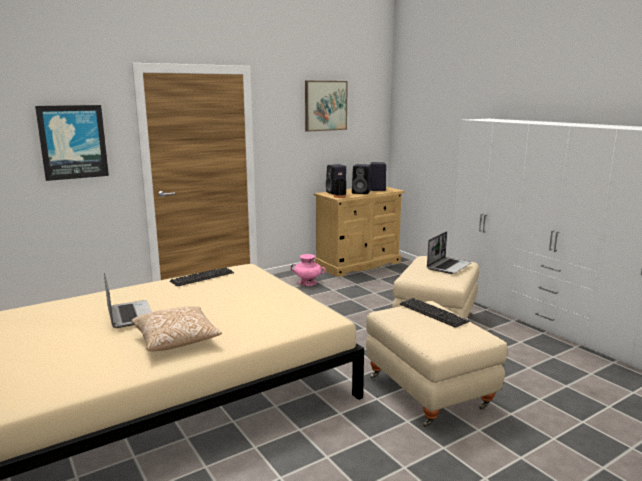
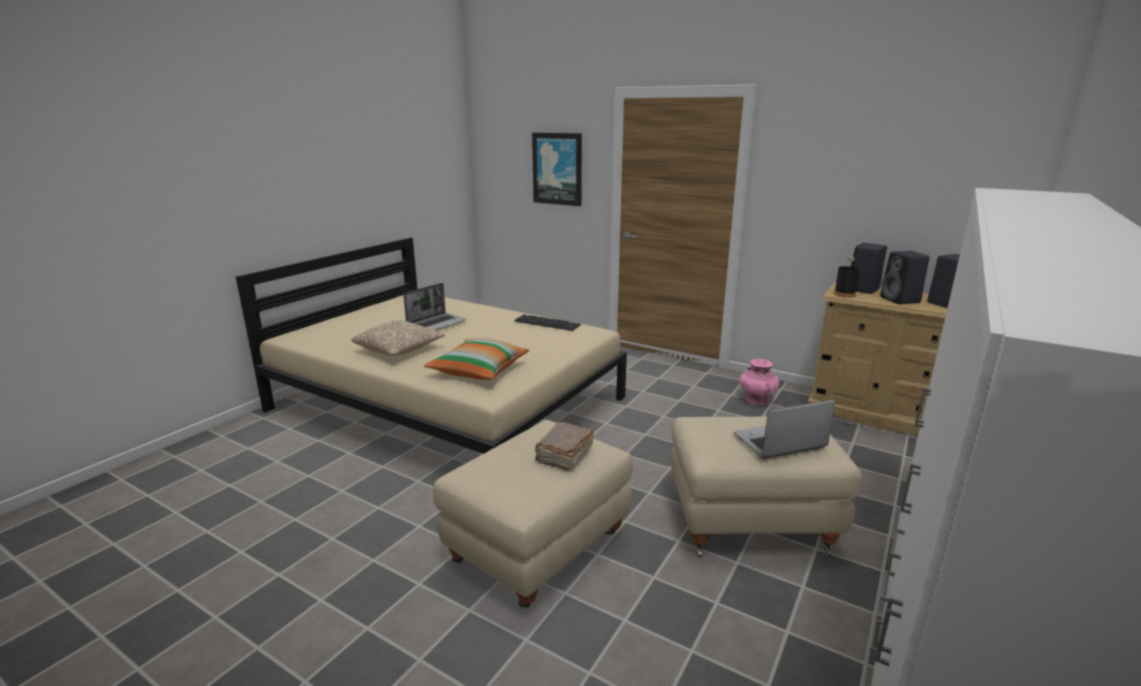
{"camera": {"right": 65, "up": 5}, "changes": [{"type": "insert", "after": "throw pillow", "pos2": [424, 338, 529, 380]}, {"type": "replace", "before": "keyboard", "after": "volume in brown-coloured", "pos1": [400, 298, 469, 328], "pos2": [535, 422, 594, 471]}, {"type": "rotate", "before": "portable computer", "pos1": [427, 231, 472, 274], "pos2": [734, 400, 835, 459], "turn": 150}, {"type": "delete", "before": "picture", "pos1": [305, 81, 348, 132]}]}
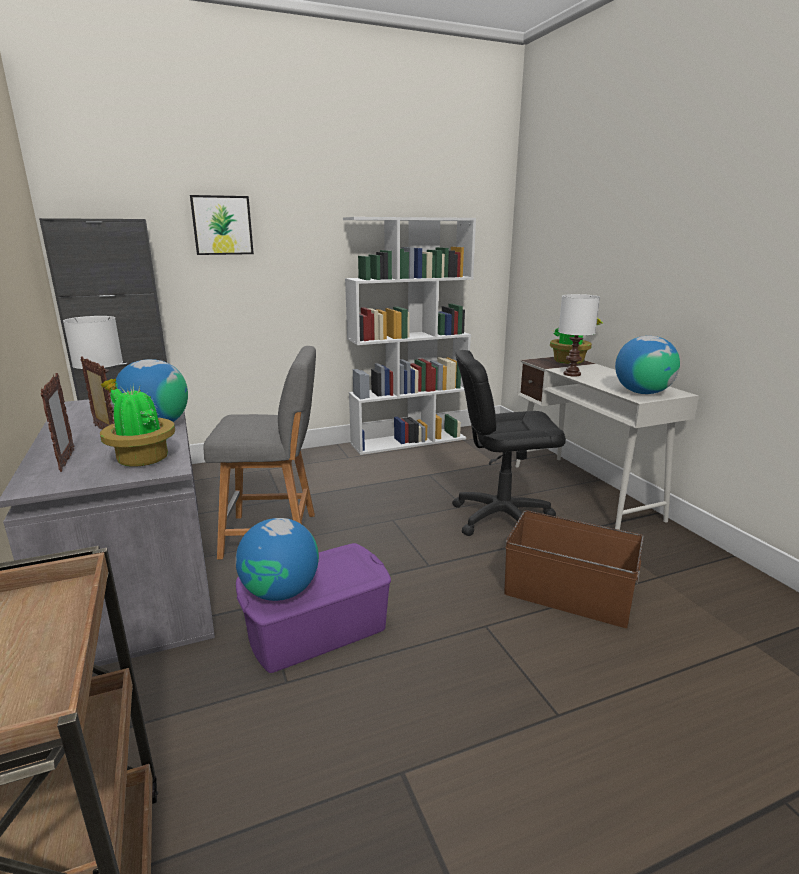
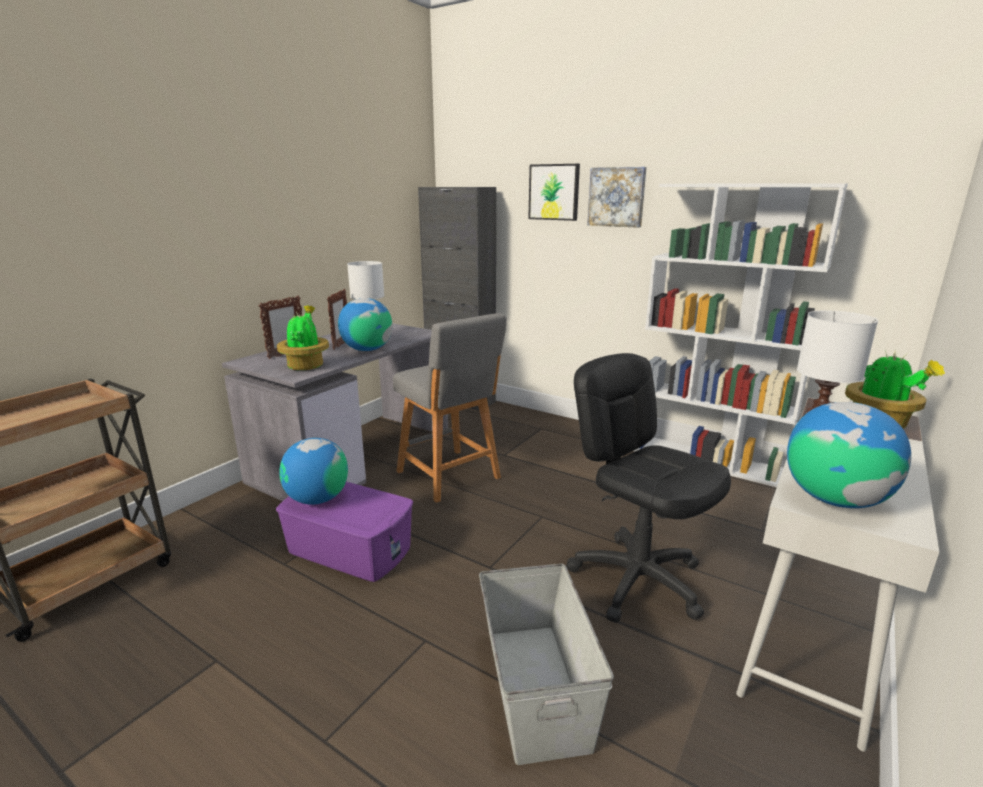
{"camera": {"right": 55, "up": 0}, "changes": [{"type": "recolor", "before": "storage container in brown-coloured", "after": "storage container in greyish", "pos1": [504, 510, 644, 628], "pos2": [479, 563, 614, 765]}, {"type": "insert", "after": "picture", "pos2": [587, 167, 647, 228]}]}
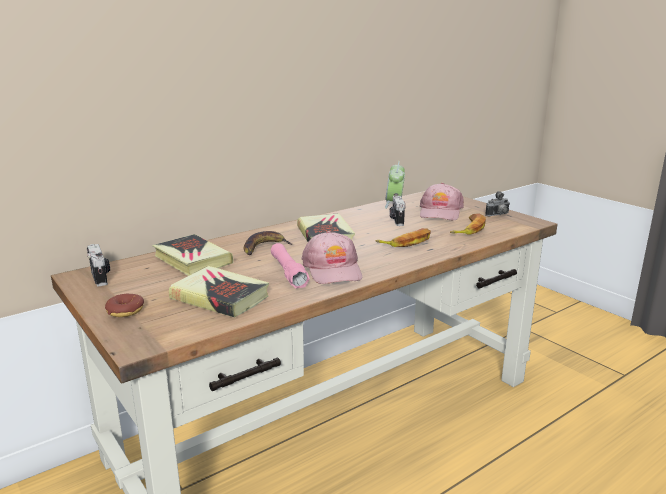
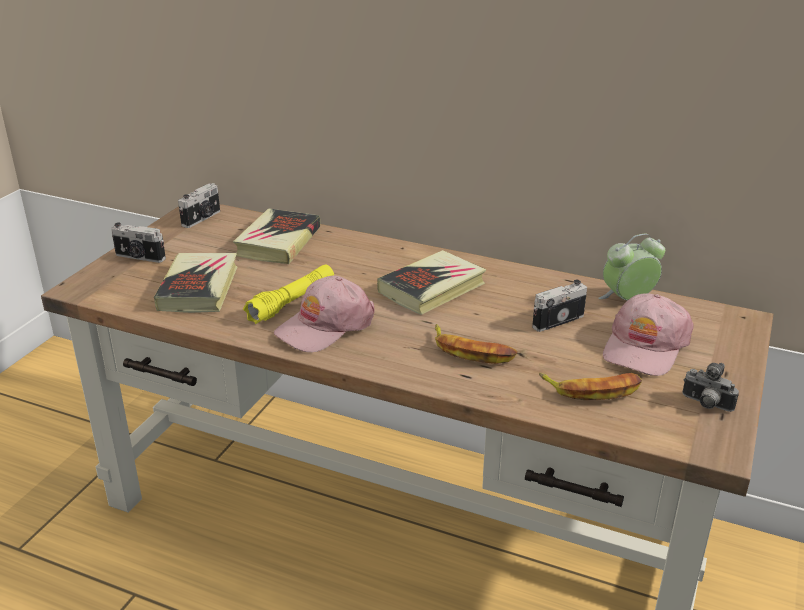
{"camera": {"right": 60, "up": 10}, "changes": [{"type": "replace", "before": "donut", "after": "photo camera", "pos1": [105, 294, 144, 317], "pos2": [111, 222, 166, 263]}, {"type": "recolor", "before": "torch in pink-coloured", "after": "torch in yellow", "pos1": [271, 243, 310, 289], "pos2": [243, 265, 334, 324]}, {"type": "rotate", "before": "baseball cap in pink-coloured", "pos1": [420, 183, 464, 220], "pos2": [603, 293, 694, 376], "turn": -45}, {"type": "delete", "before": "banana", "pos1": [244, 231, 292, 255]}]}
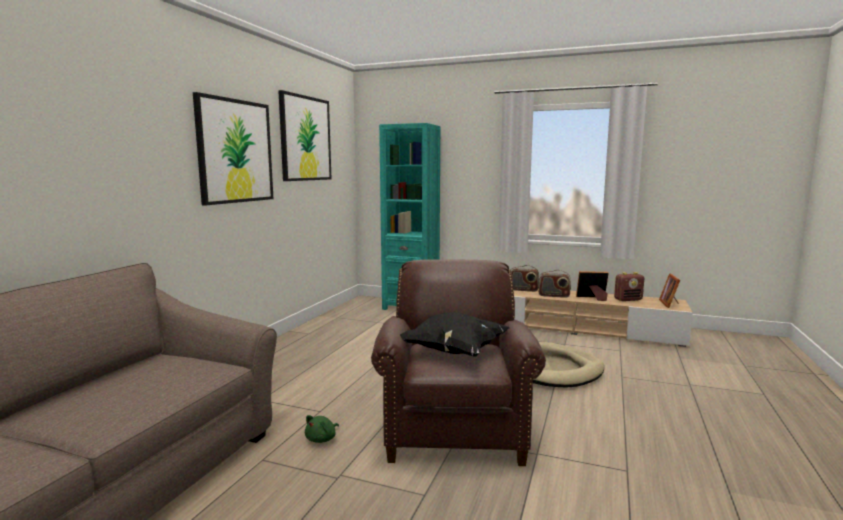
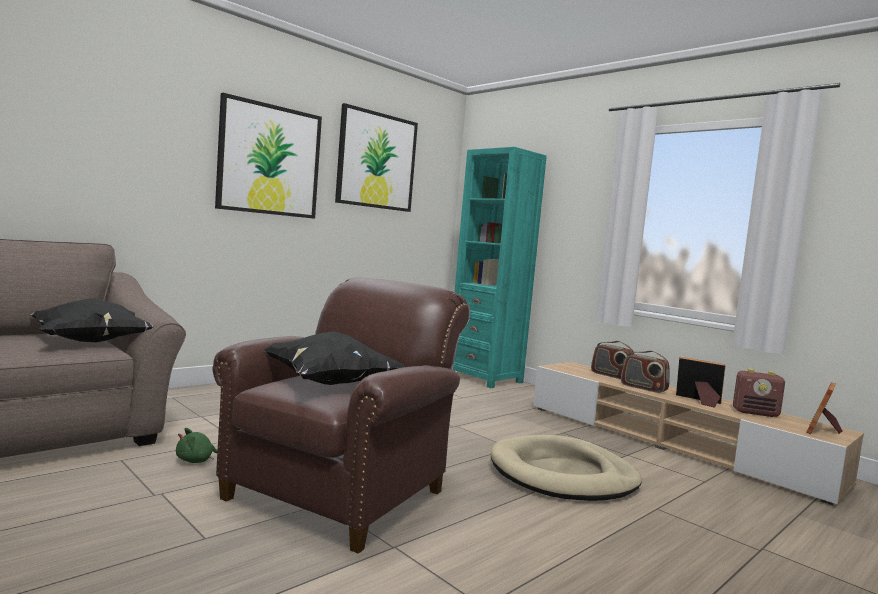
{"camera": {"right": 25, "up": -5}, "changes": [{"type": "insert", "after": "throw pillow in blackish", "pos2": [31, 298, 153, 342]}]}
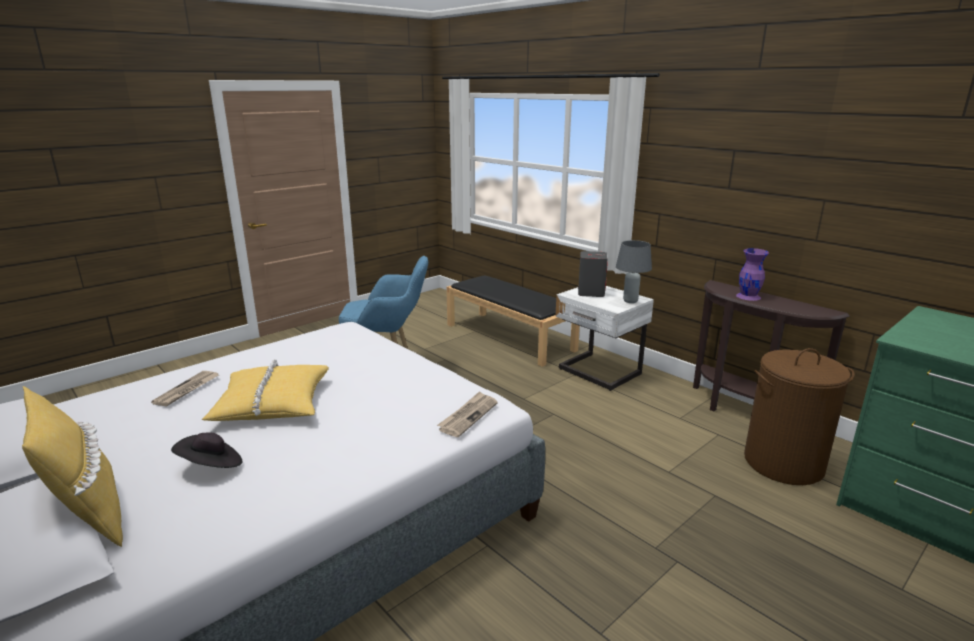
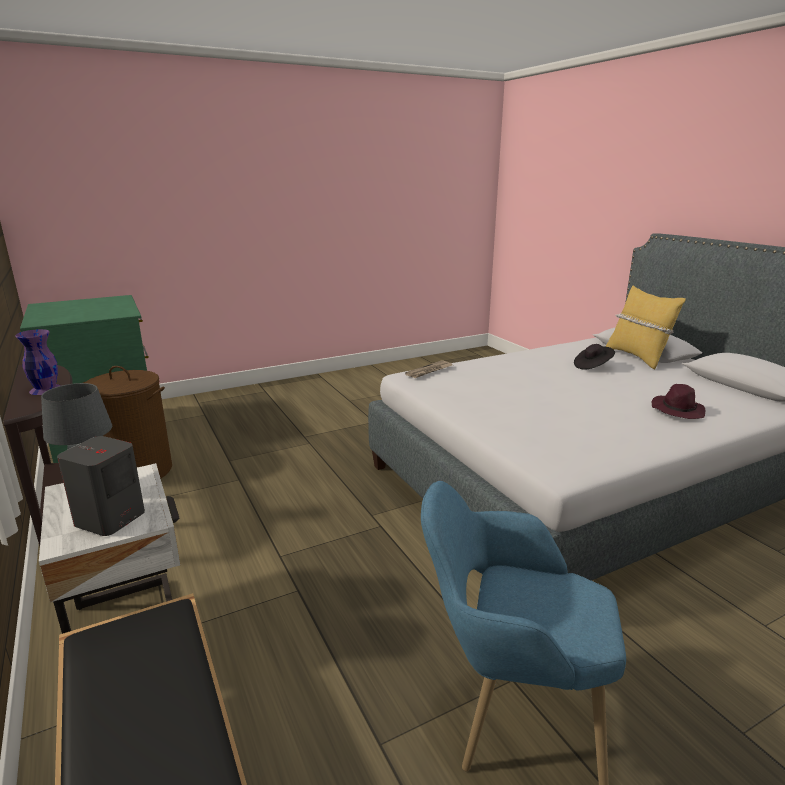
{"camera": {"right": -165, "up": 0}, "changes": [{"type": "replace", "before": "daily paper", "after": "clothing hat in purple-coloured", "pos1": [151, 371, 219, 407], "pos2": [652, 384, 705, 419]}, {"type": "delete", "before": "throw pillow in yellow", "pos1": [202, 359, 329, 421]}]}
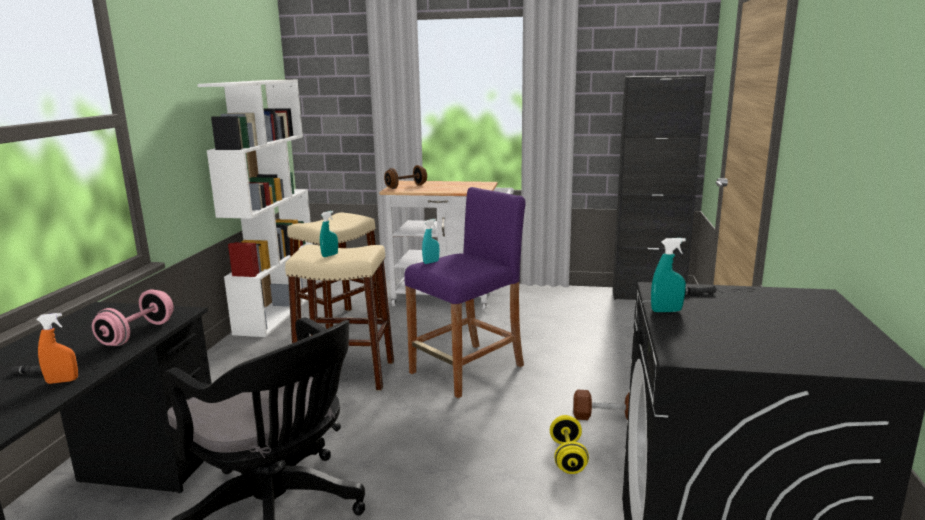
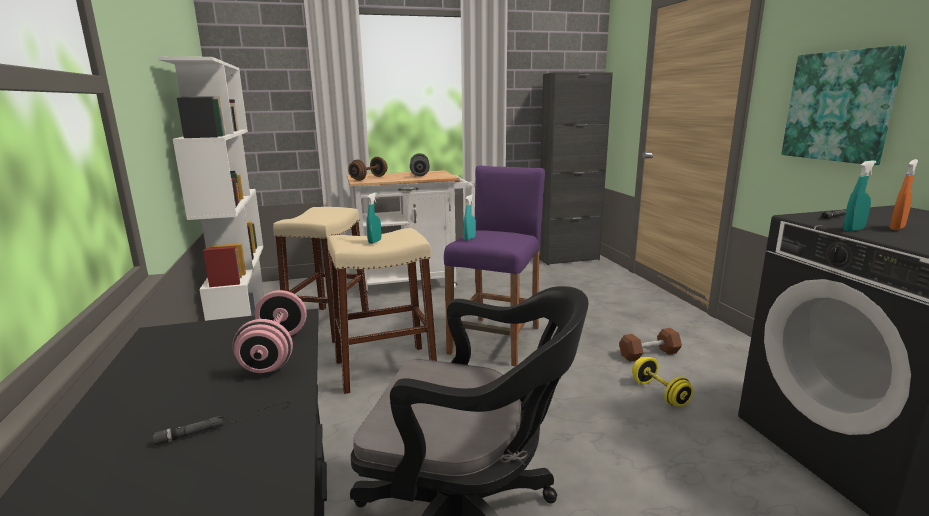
{"camera": {"right": -25, "up": 0}, "changes": [{"type": "insert", "after": "hand weight in greyish", "pos2": [410, 153, 430, 176]}, {"type": "insert", "after": "picture", "pos2": [781, 45, 906, 165]}, {"type": "move", "before": "spray bottle in orangey", "pos1": [36, 313, 78, 384], "pos2": [890, 159, 918, 230]}]}
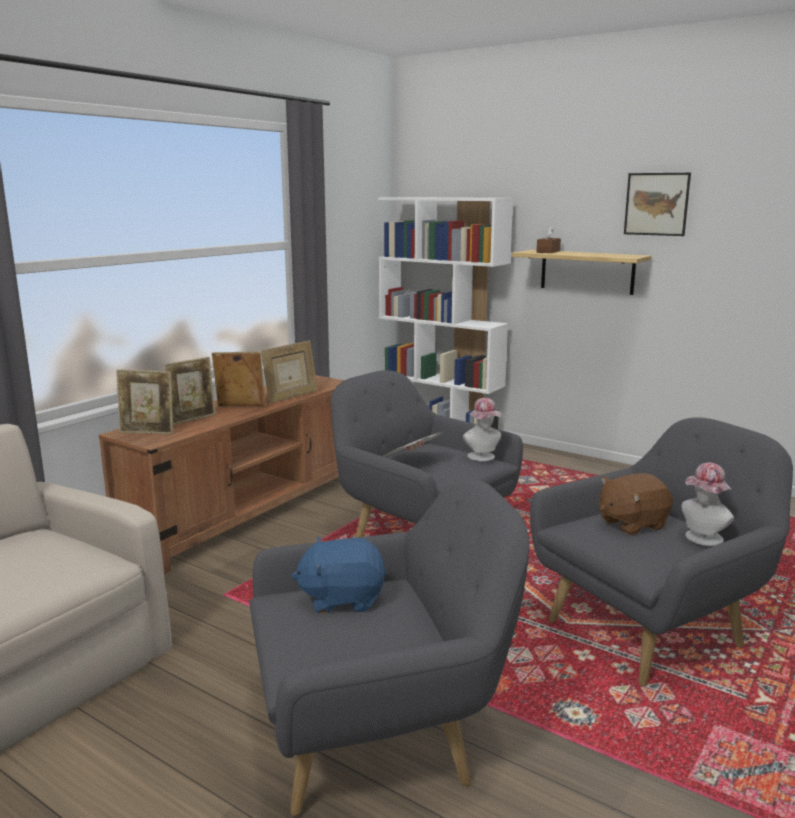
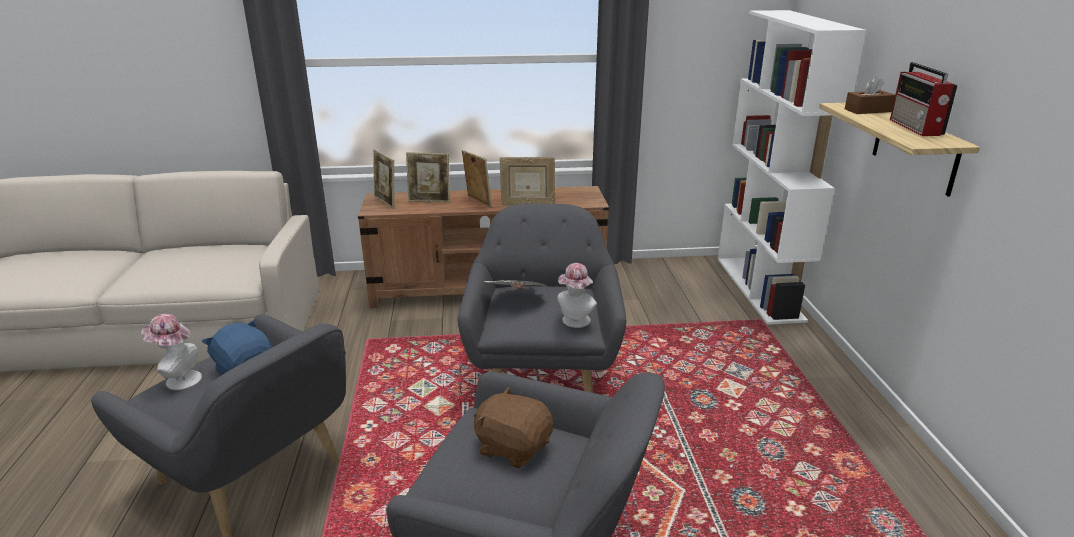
{"camera": {"right": 50, "up": 10}, "changes": [{"type": "move", "before": "clothing hat", "pos1": [681, 463, 734, 546], "pos2": [141, 314, 202, 390]}, {"type": "insert", "after": "radio", "pos2": [890, 62, 958, 136]}, {"type": "delete", "before": "picture", "pos1": [624, 173, 691, 236]}]}
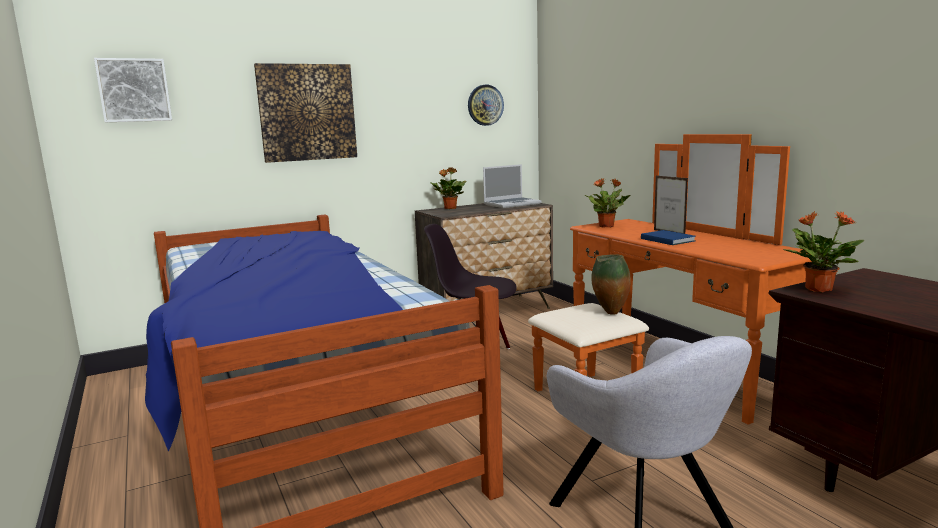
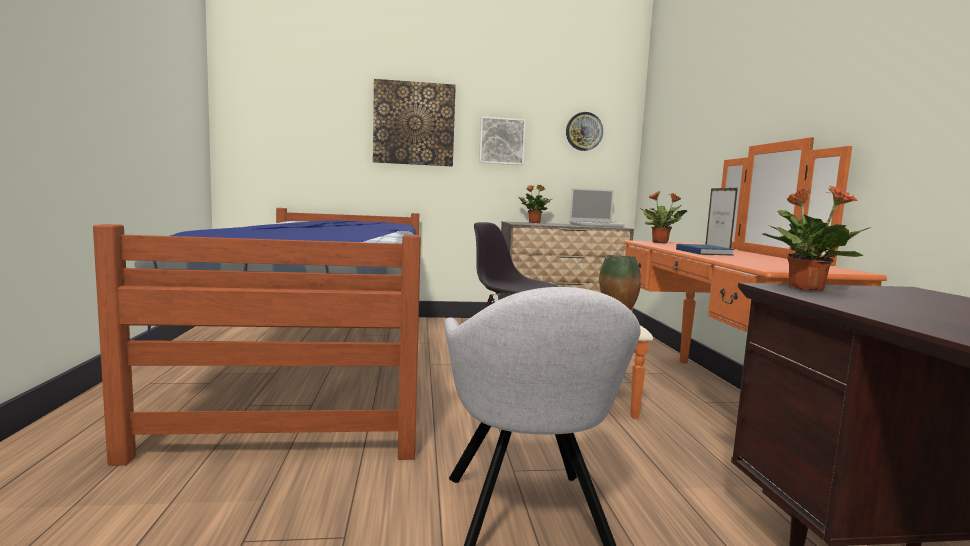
{"camera": {"right": 20, "up": -5}, "changes": [{"type": "move", "before": "picture", "pos1": [94, 58, 172, 122], "pos2": [479, 116, 526, 165]}]}
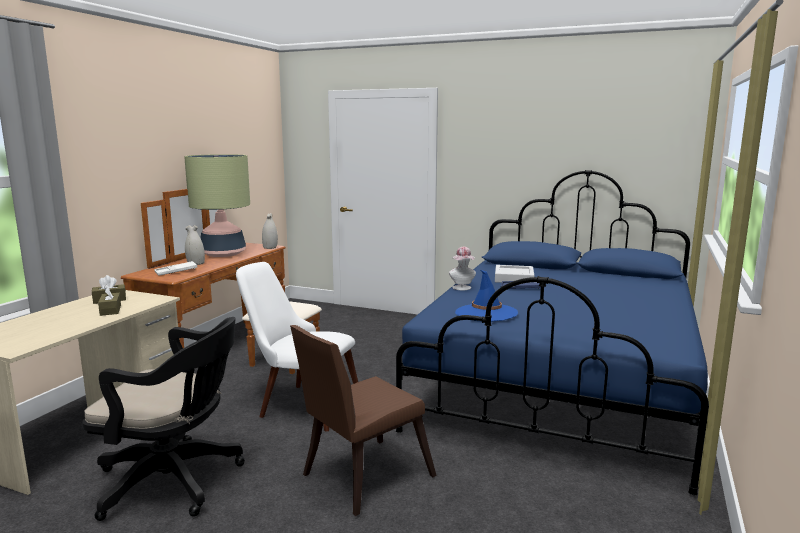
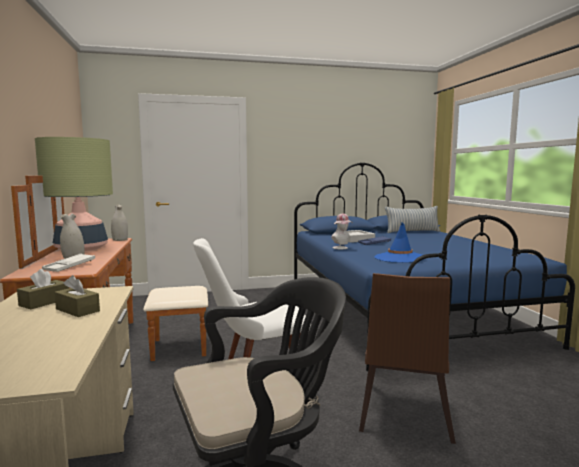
{"camera": {"right": -35, "up": -5}, "changes": [{"type": "insert", "after": "throw pillow", "pos2": [385, 206, 440, 233]}]}
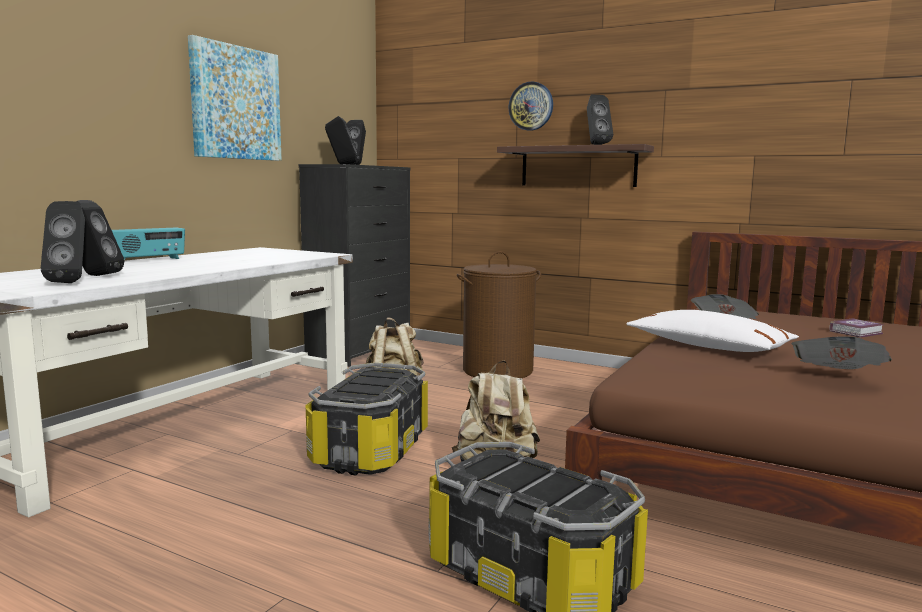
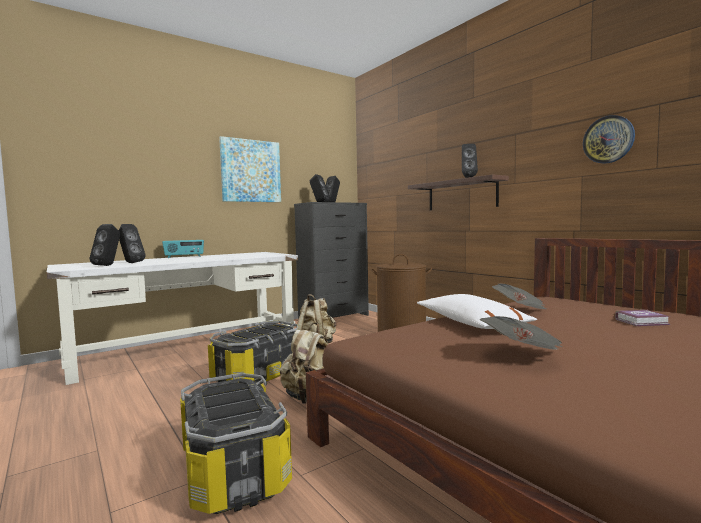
{"camera": {"right": 25, "up": -5}, "changes": [{"type": "move", "before": "wall clock", "pos1": [508, 81, 553, 131], "pos2": [583, 115, 635, 164]}]}
